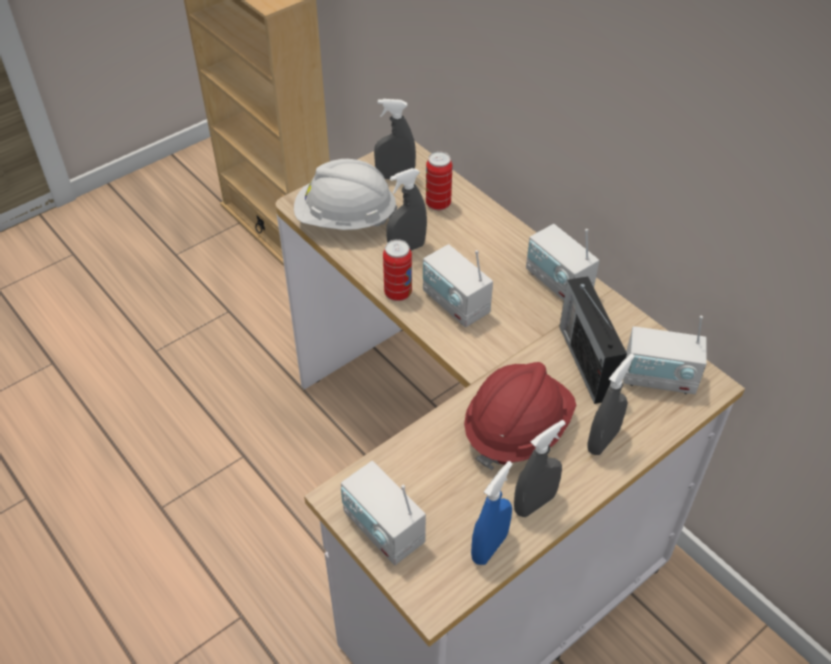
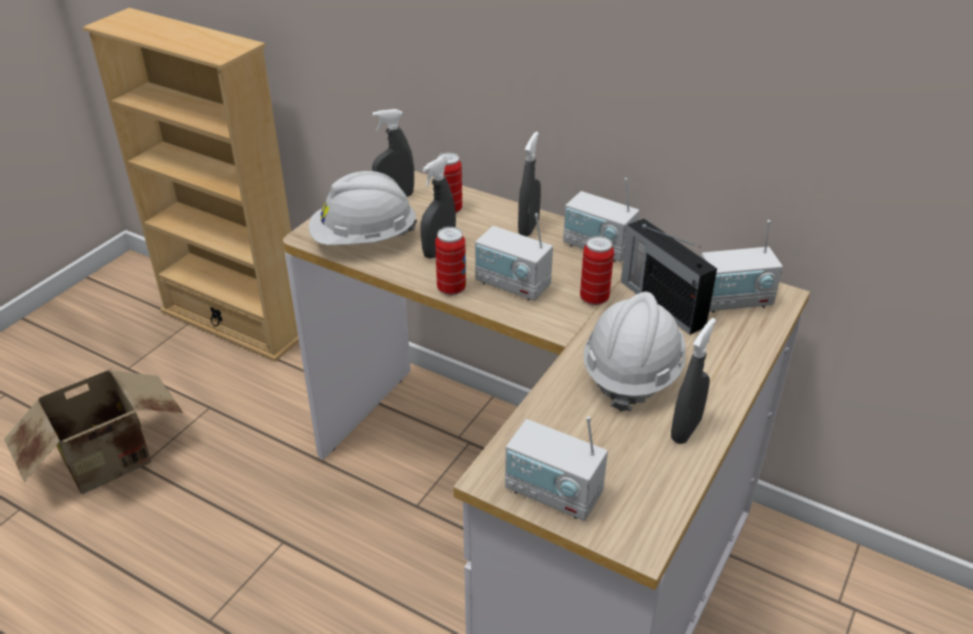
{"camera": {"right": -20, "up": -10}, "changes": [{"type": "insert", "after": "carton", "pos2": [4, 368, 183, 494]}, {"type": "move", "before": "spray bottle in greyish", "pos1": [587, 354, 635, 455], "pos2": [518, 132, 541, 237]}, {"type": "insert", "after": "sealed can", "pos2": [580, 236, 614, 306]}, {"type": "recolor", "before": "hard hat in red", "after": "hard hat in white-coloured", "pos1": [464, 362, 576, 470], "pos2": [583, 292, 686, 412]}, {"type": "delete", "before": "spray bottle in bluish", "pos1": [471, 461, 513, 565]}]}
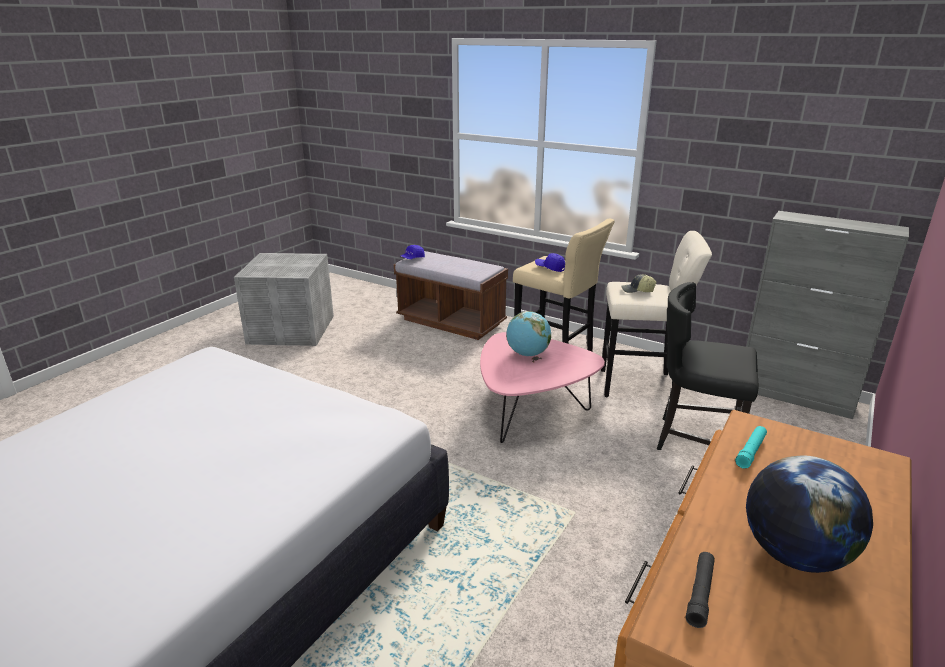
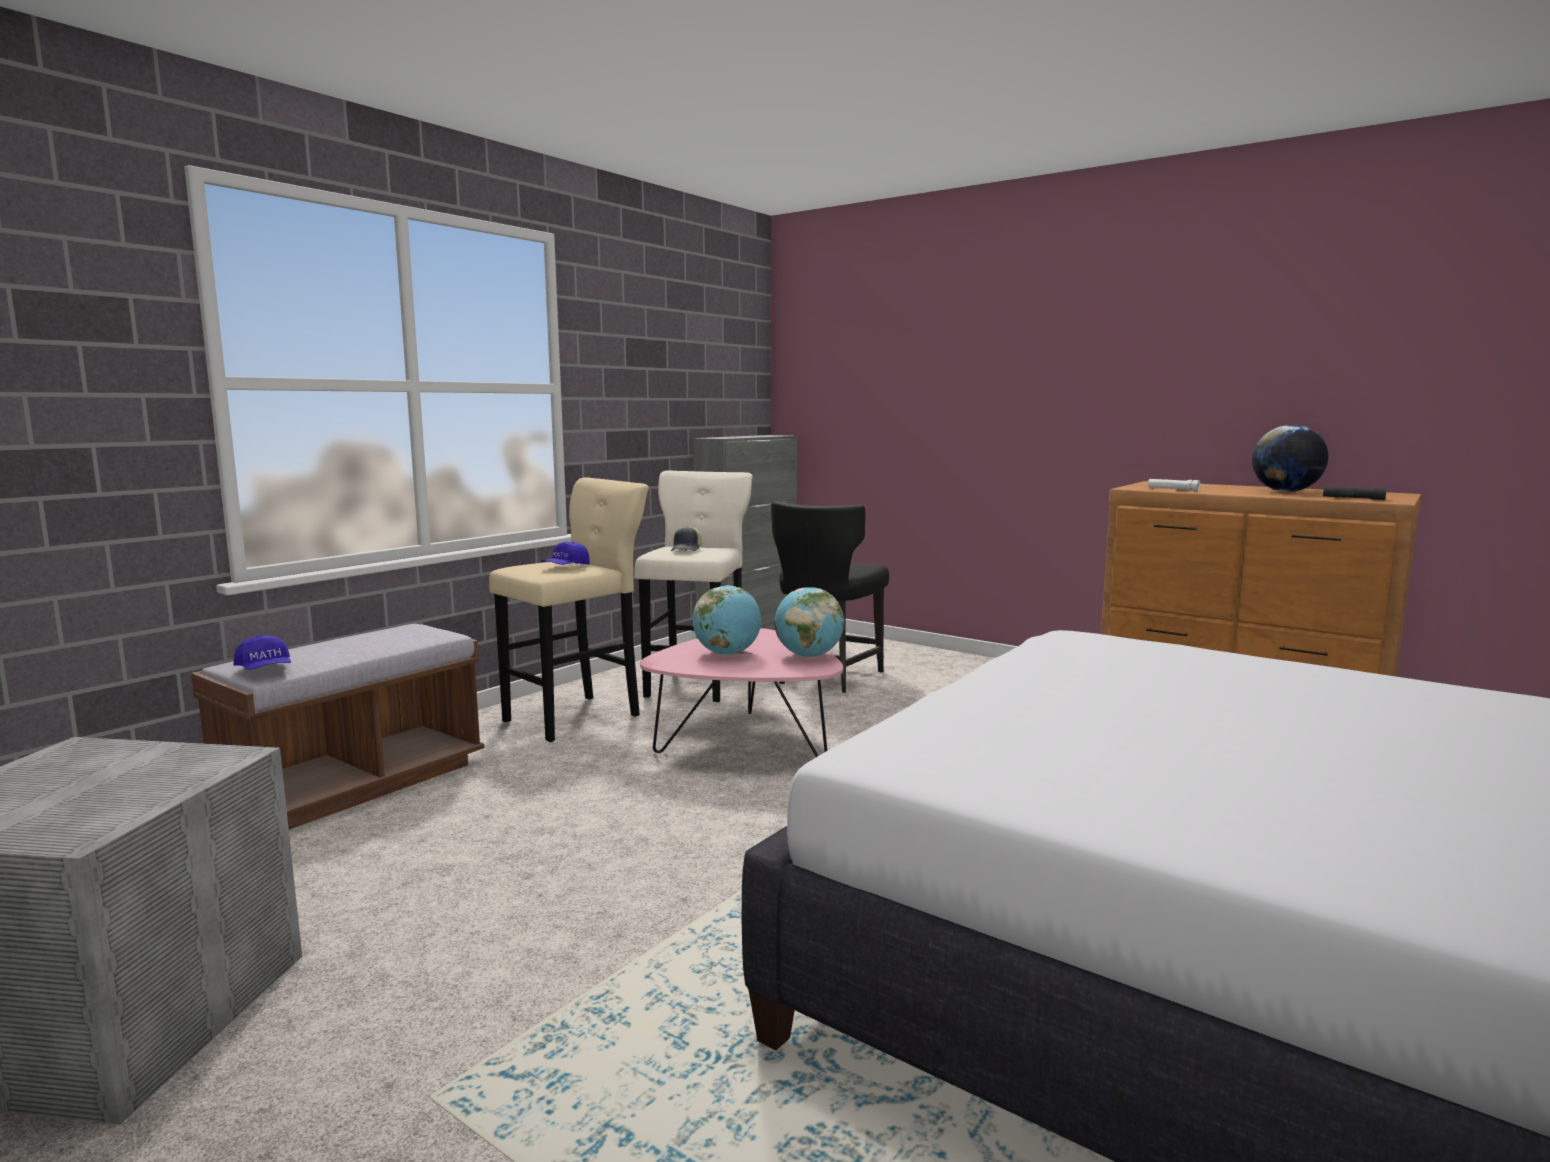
{"camera": {"right": -85, "up": -15}, "changes": [{"type": "insert", "after": "desk globe", "pos2": [774, 587, 844, 657]}, {"type": "recolor", "before": "torch in turquoise", "after": "torch in white-coloured", "pos1": [735, 426, 767, 469], "pos2": [1148, 479, 1201, 491]}]}
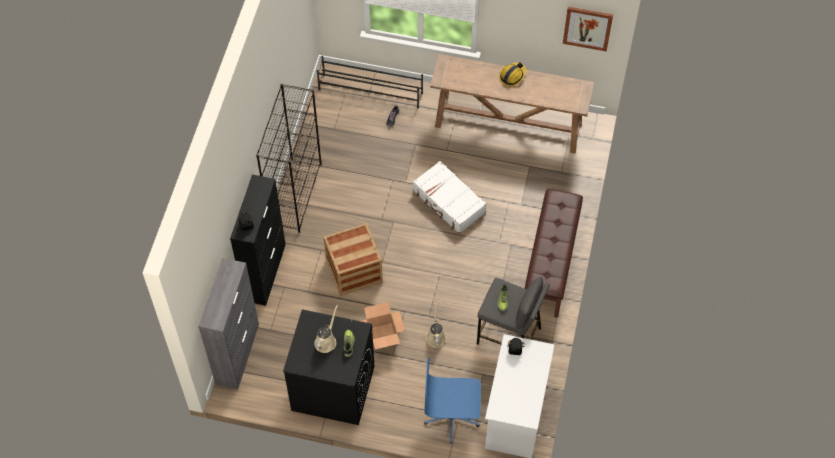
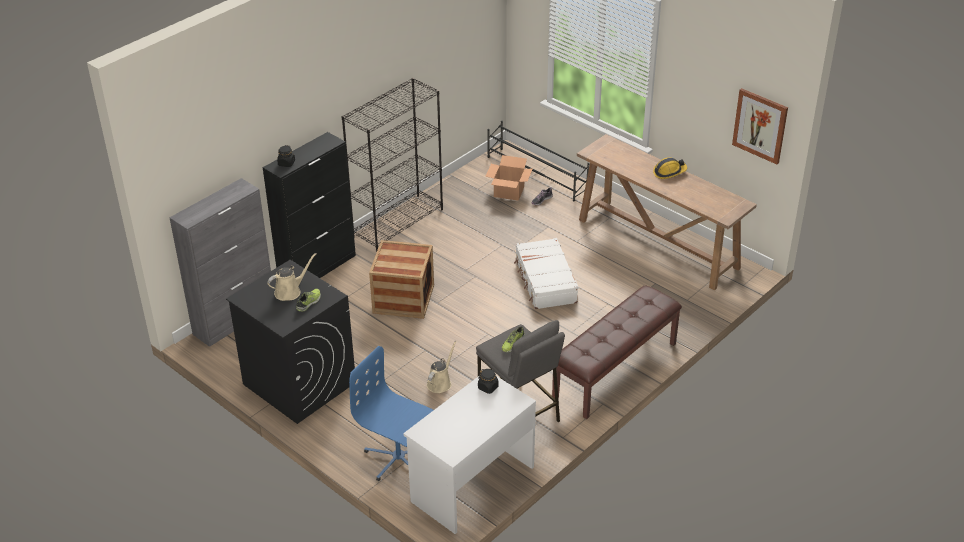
{"camera": {"right": 30, "up": -20}, "changes": [{"type": "move", "before": "carton", "pos1": [361, 302, 405, 349], "pos2": [485, 155, 533, 201]}]}
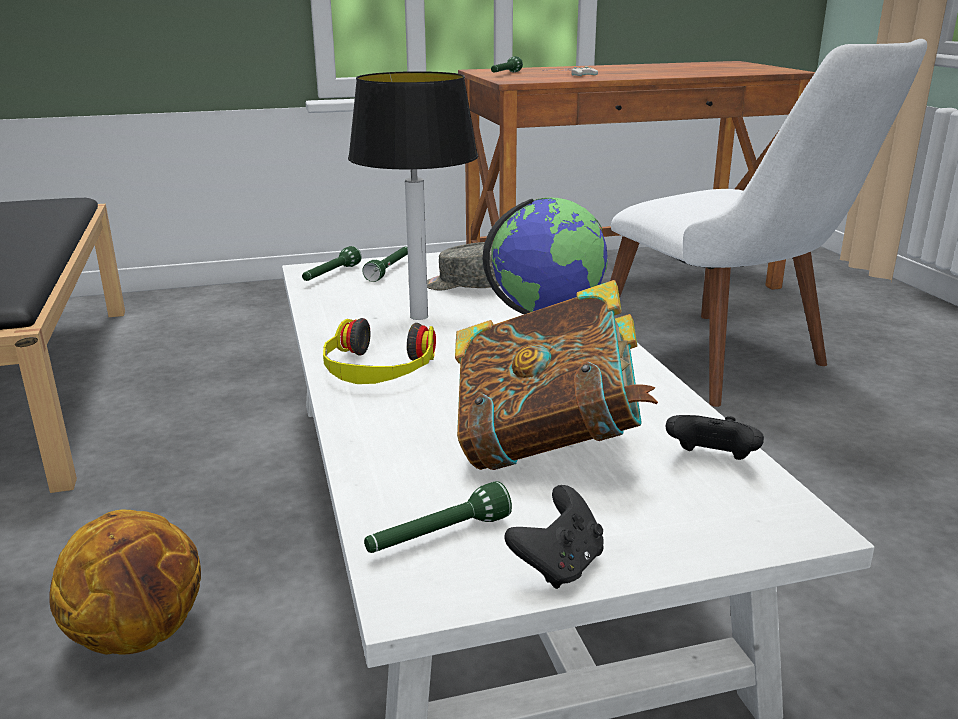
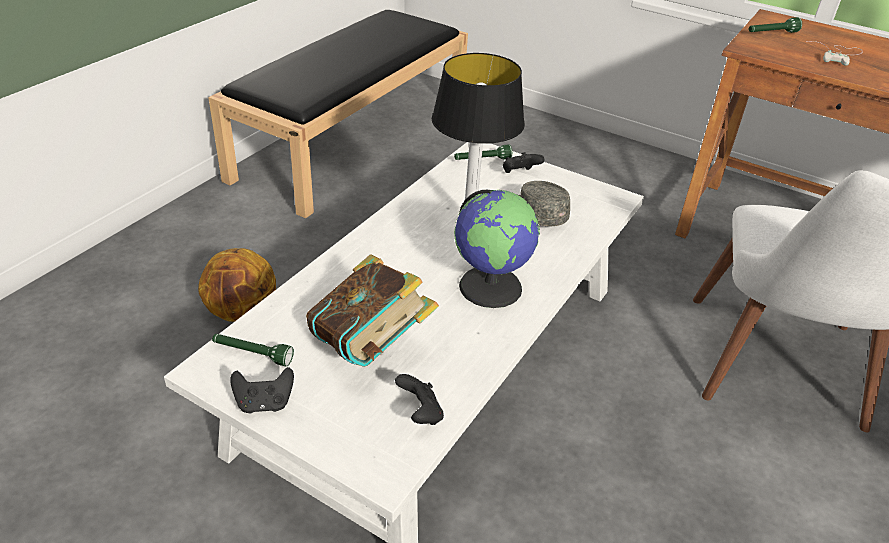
{"camera": {"right": 45, "up": 15}, "changes": [{"type": "replace", "before": "torch in greenish", "after": "game controller in blackish", "pos1": [362, 247, 408, 282], "pos2": [503, 152, 544, 173]}, {"type": "delete", "before": "headphones", "pos1": [323, 318, 436, 384]}]}
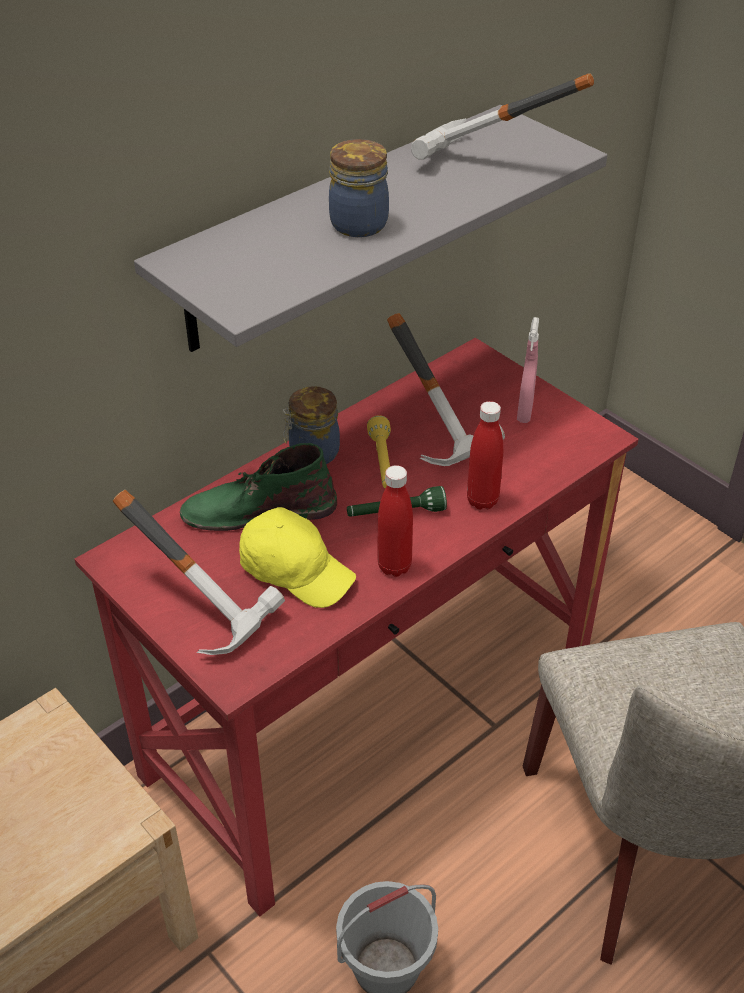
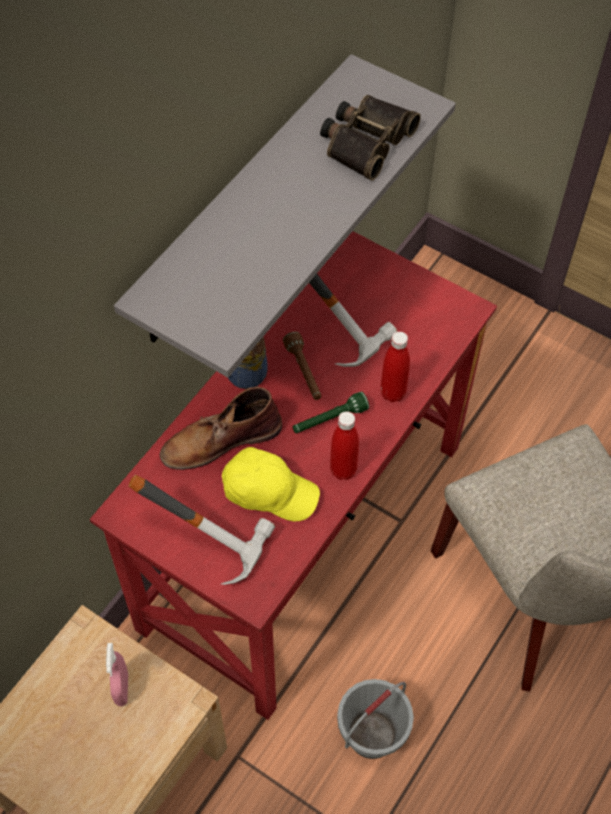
{"camera": {"right": -15, "up": 15}, "changes": [{"type": "move", "before": "spray bottle in pink-coloured", "pos1": [517, 317, 539, 423], "pos2": [106, 643, 128, 706]}, {"type": "recolor", "before": "boot in greenish", "after": "boot in brown-coloured", "pos1": [180, 443, 337, 531], "pos2": [160, 387, 282, 470]}, {"type": "recolor", "before": "torch in yellow", "after": "torch in brown-coloured", "pos1": [367, 415, 391, 489], "pos2": [283, 331, 321, 400]}, {"type": "replace", "before": "hammer", "after": "binoculars", "pos1": [411, 73, 594, 160], "pos2": [320, 95, 421, 180]}, {"type": "delete", "before": "storage jar", "pos1": [329, 139, 389, 237]}]}
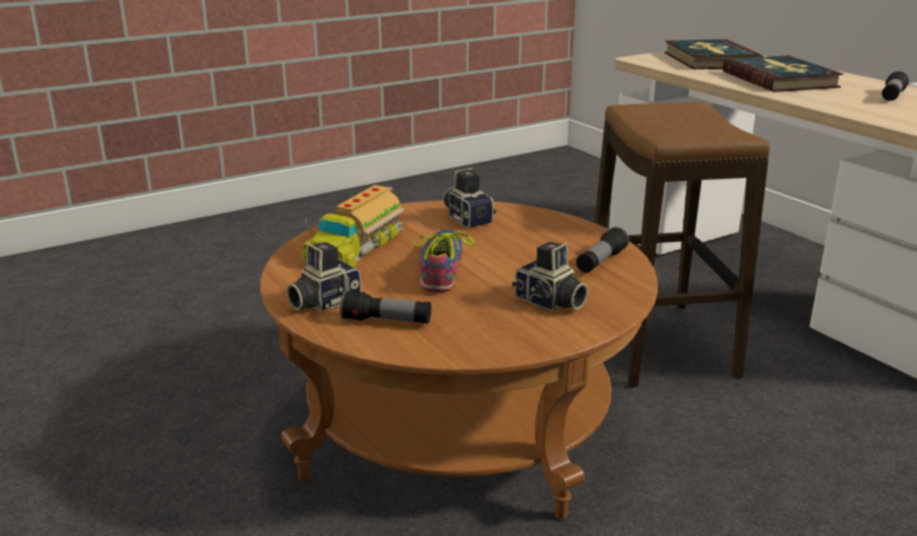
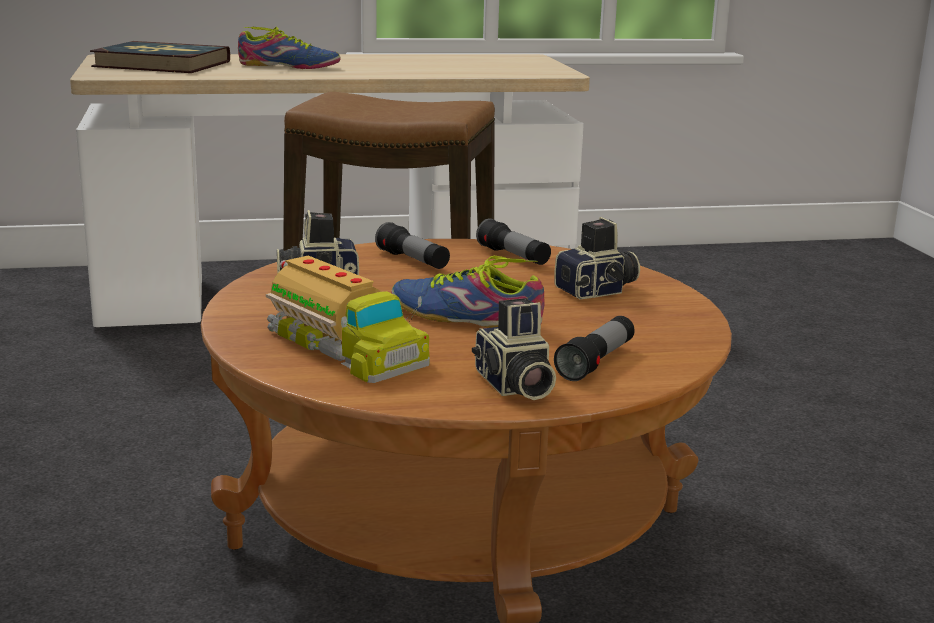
{"camera": {"right": -70, "up": -5}, "changes": [{"type": "replace", "before": "volume", "after": "shoe", "pos1": [722, 56, 843, 92], "pos2": [238, 27, 341, 69]}, {"type": "move", "before": "torch", "pos1": [882, 71, 909, 101], "pos2": [375, 222, 450, 269]}]}
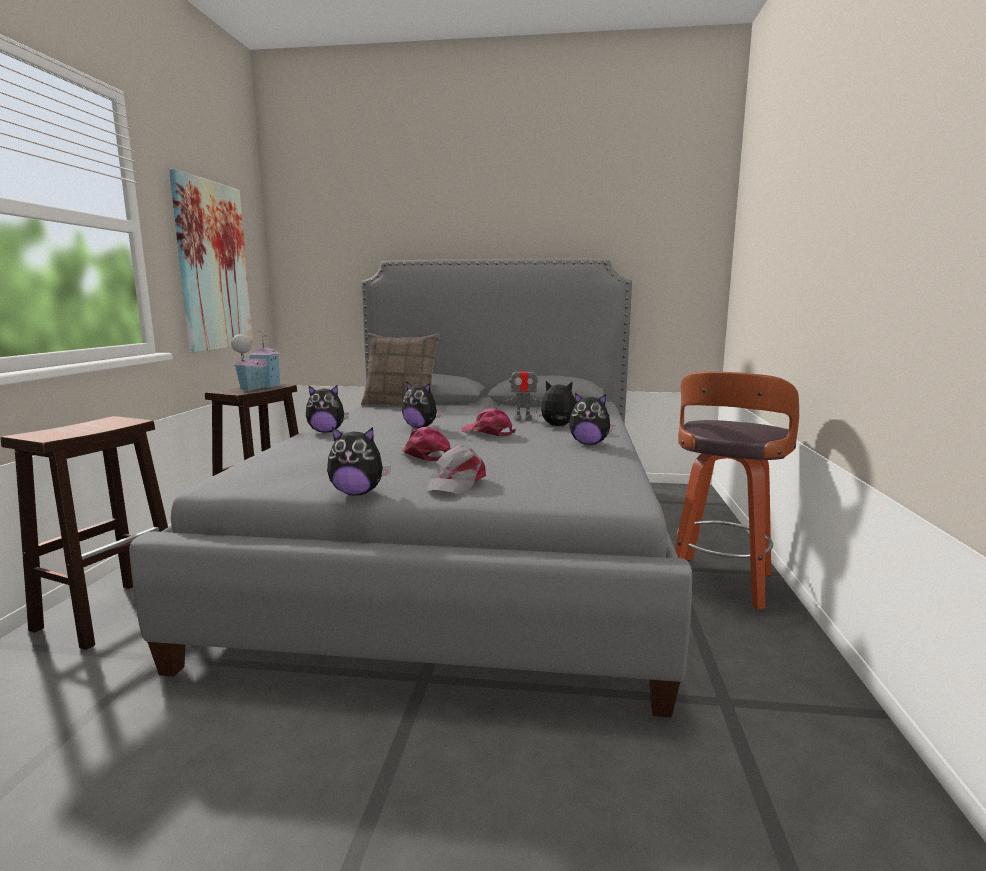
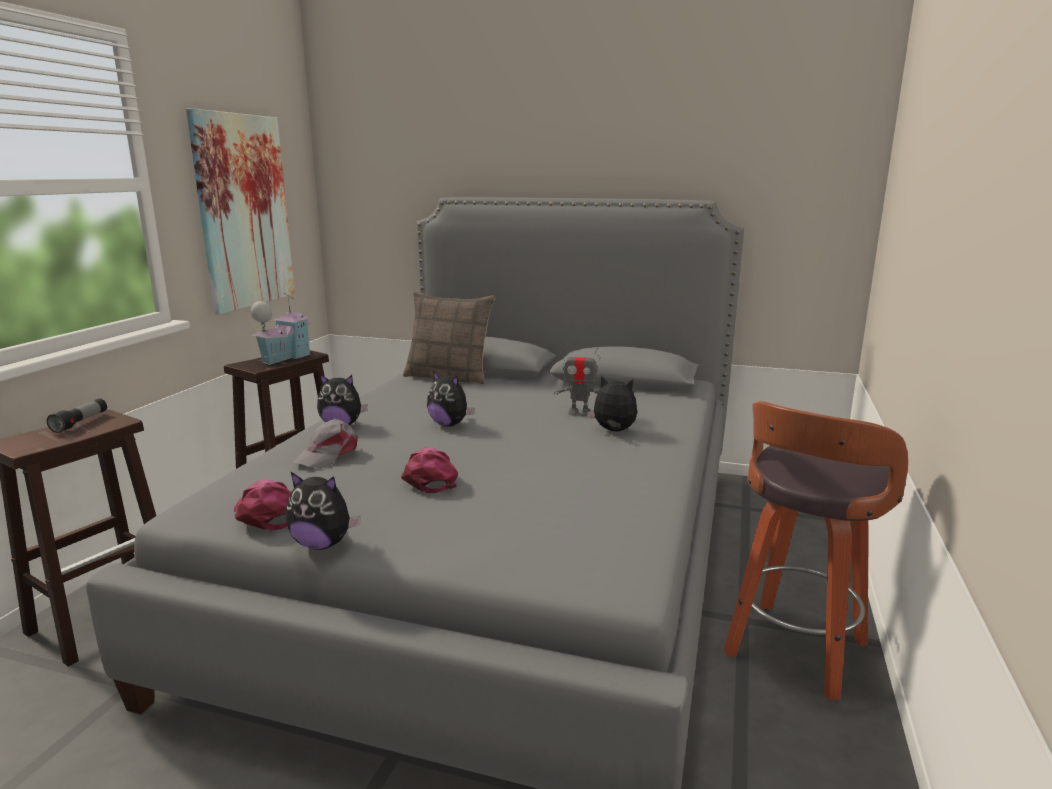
{"camera": {"right": 10, "up": 5}, "changes": [{"type": "insert", "after": "torch", "pos2": [46, 398, 107, 433]}, {"type": "move", "before": "baseball cap in pink-coloured", "pos1": [462, 408, 516, 437], "pos2": [234, 479, 291, 531]}, {"type": "move", "before": "baseball cap in greyish", "pos1": [425, 445, 486, 494], "pos2": [293, 419, 358, 469]}, {"type": "delete", "before": "soft toy", "pos1": [569, 393, 615, 445]}]}
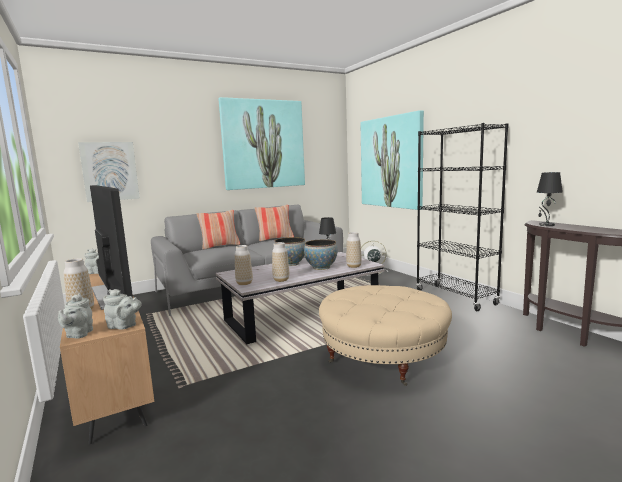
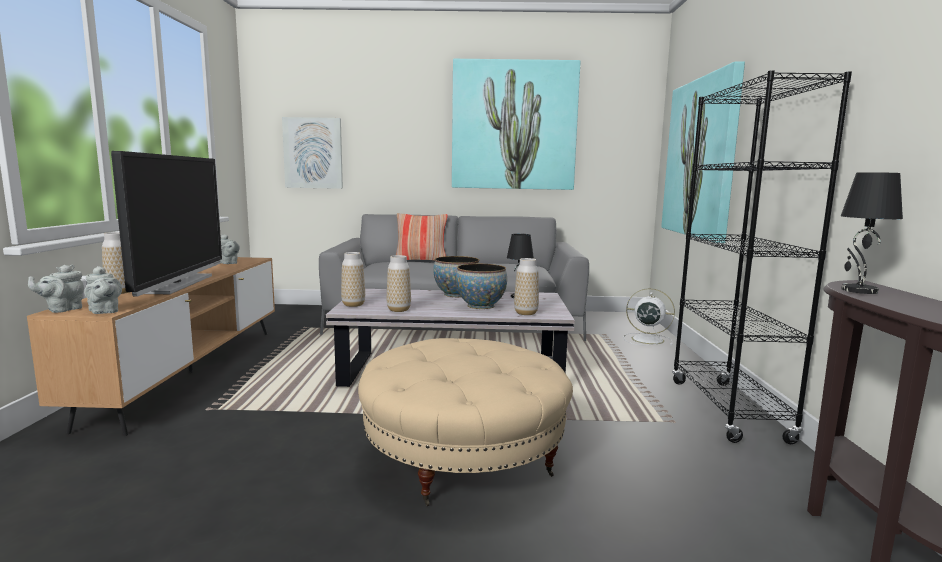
{"camera": {"right": 30, "up": 0}, "changes": [{"type": "delete", "before": "throw pillow", "pos1": [255, 205, 294, 241]}]}
